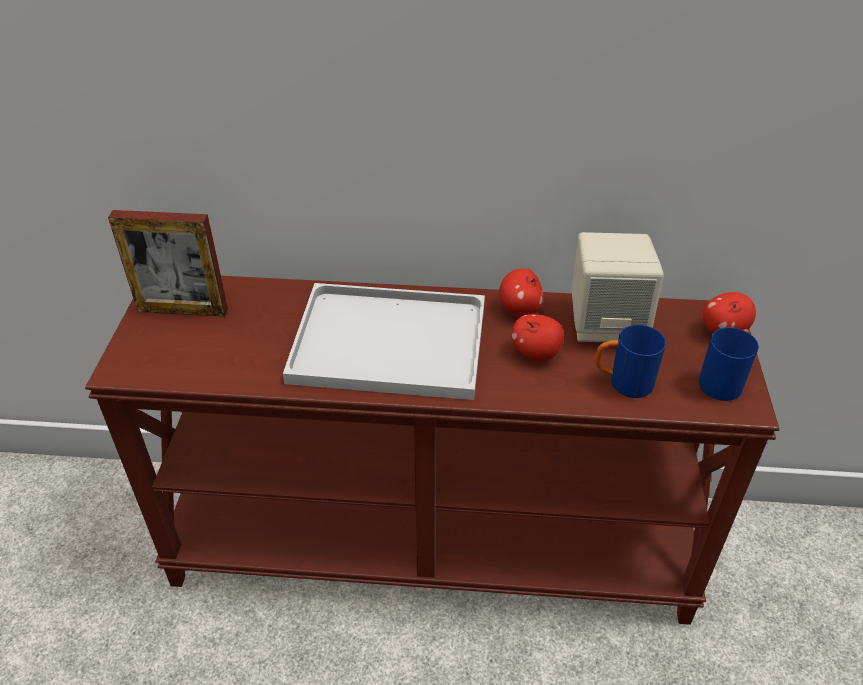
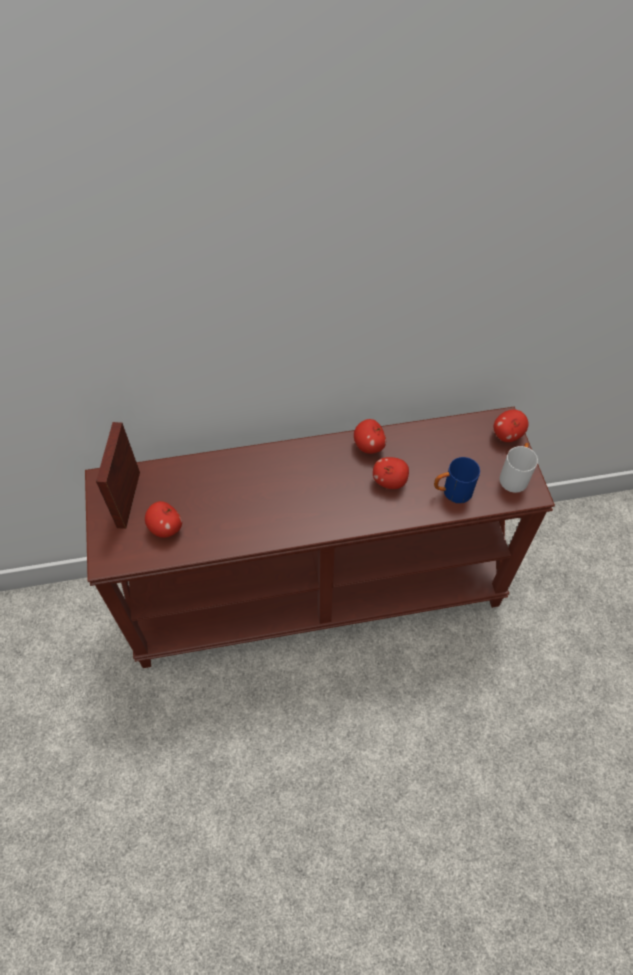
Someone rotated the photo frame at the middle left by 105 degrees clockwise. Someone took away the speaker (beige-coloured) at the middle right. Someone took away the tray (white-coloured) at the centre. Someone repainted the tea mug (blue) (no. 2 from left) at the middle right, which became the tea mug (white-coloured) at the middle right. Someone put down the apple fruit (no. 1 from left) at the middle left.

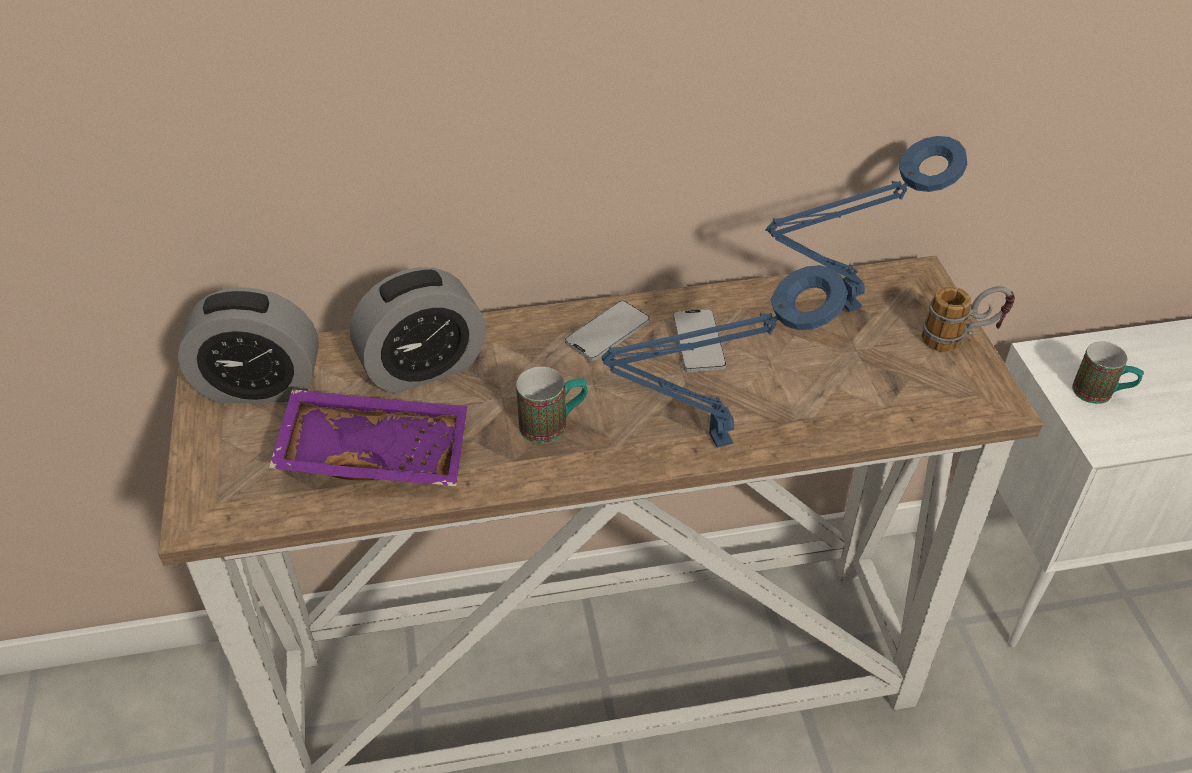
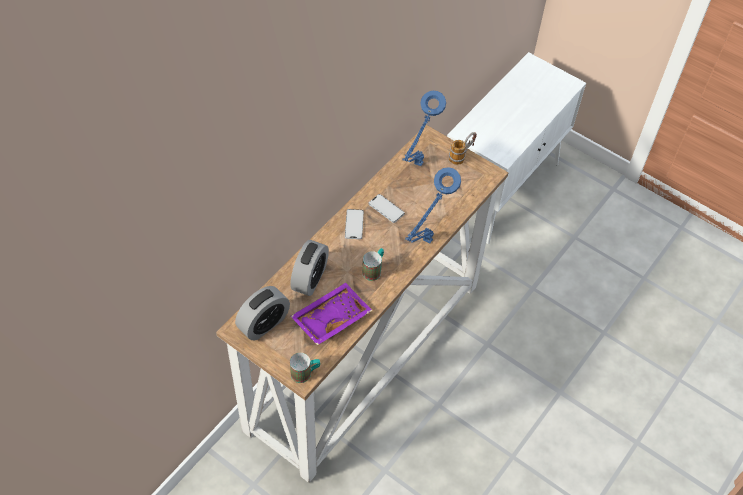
Someone carried the tea mug (no. 3 from left in the first image) from the middle right to the bottom centre.

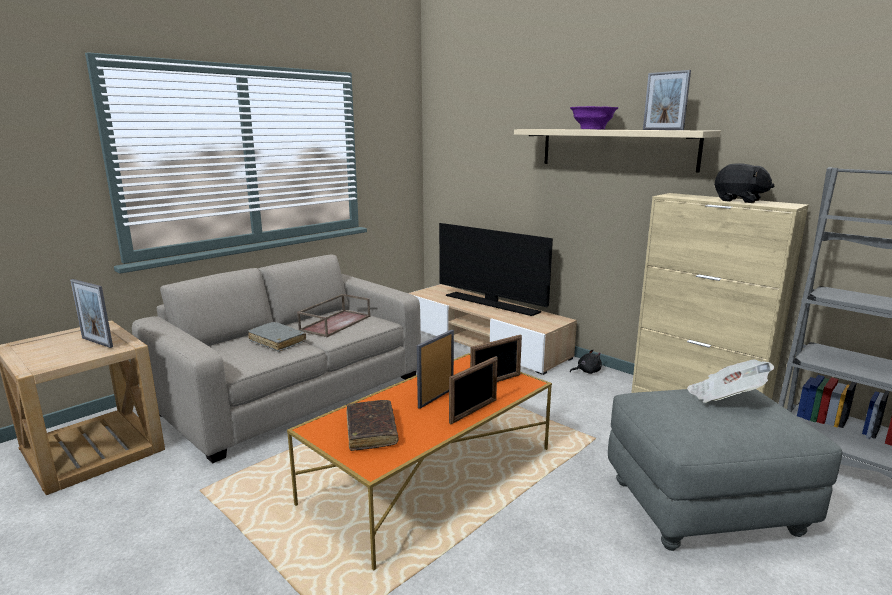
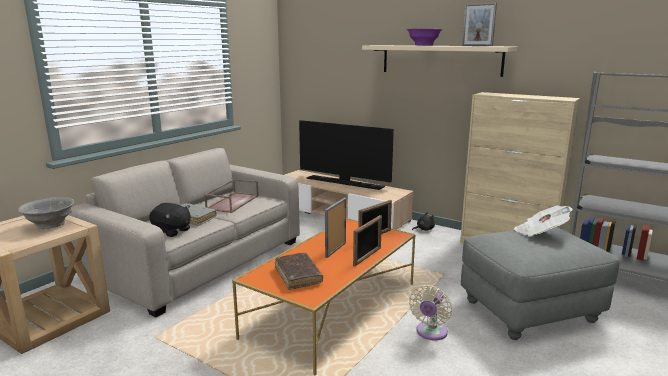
Someone carried the plush toy (blackish) (no. 2 from left in the first image) from the top right to the middle left. Someone swapped the photo frame (no. 1 from left) at the middle left for the deep dish (greyish) at the middle left. Someone put down the fan (beige-coloured) at the bottom centre.

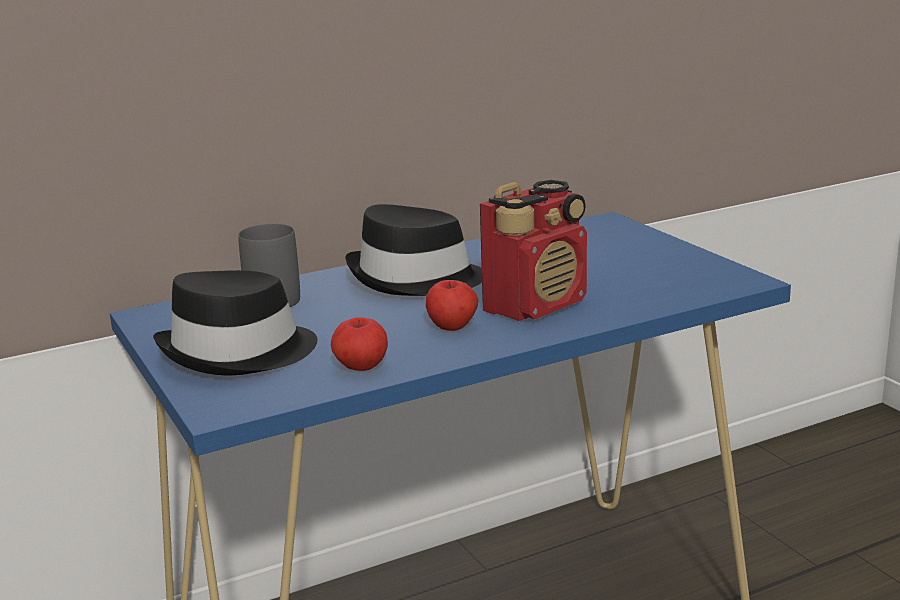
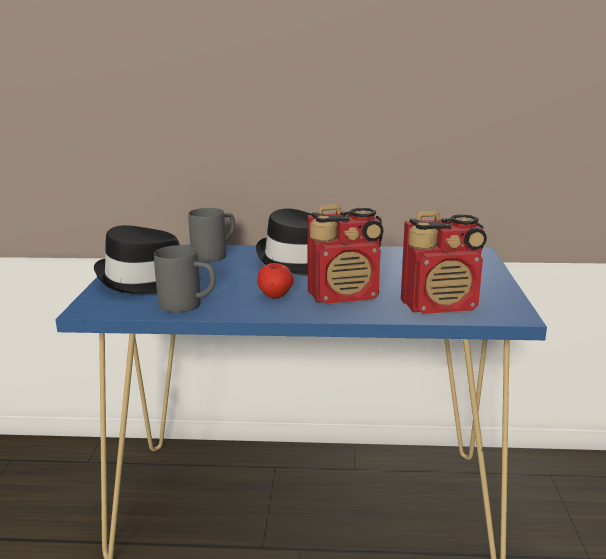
Someone swapped the apple fruit (no. 1 from left) at the centre for the tea mug (greyish) (no. 1 from left) at the middle left. Someone put down the radio set (no. 2 from left) at the middle right.

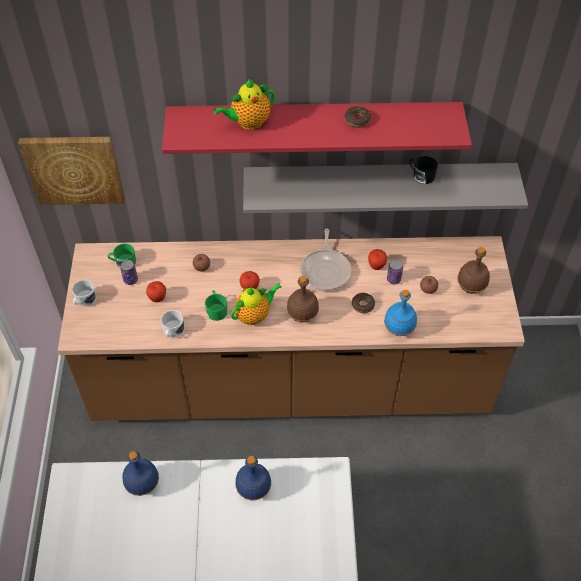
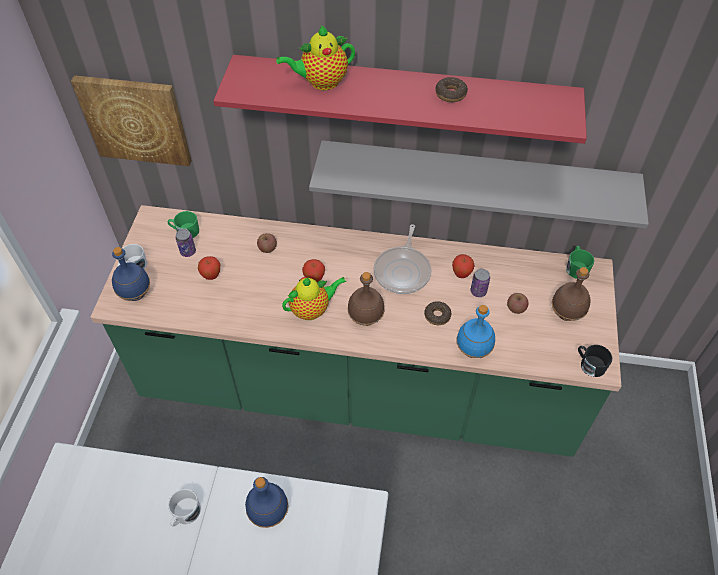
Someone carried the tea mug (blackish) from the top right to the middle right. Someone repainted the kitchen base unit (brown) at the centre, which became the kitchen base unit (green) at the centre. Someone carried the tea mug (green) (no. 2 from left) from the centre to the middle right. Someone carried the tea mug (white-coloured) (no. 2 from left) from the middle left to the bottom left. Someone carried the drink bottle (blue) (no. 1 from left) from the bottom left to the middle left.

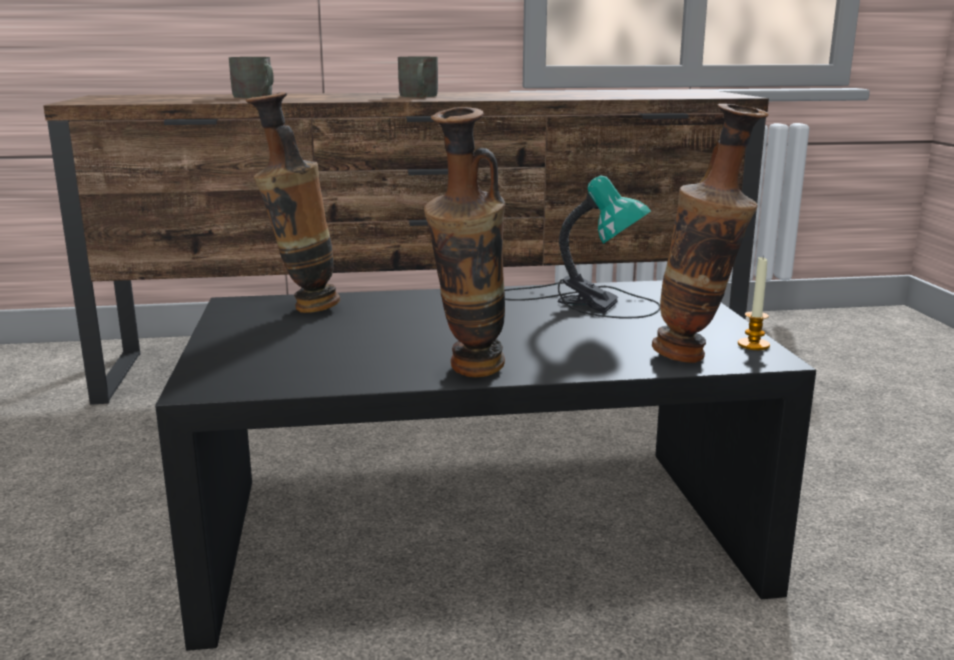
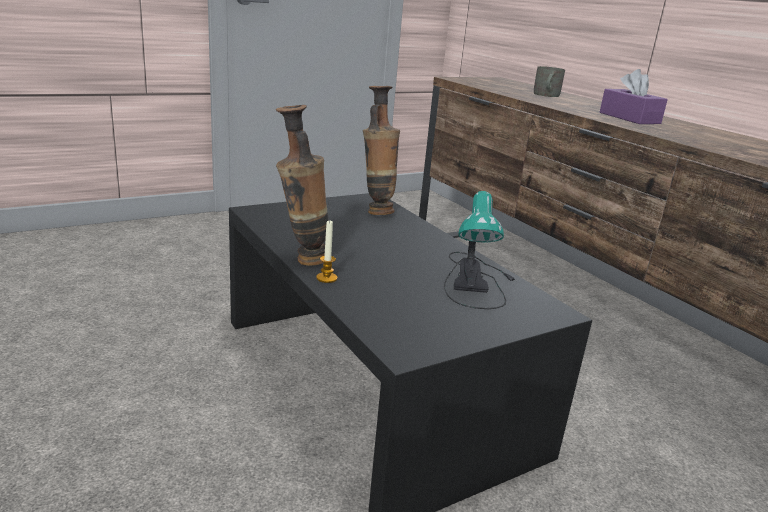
Someone swapped the tea mug (greyish) (no. 2 from left) at the top centre for the box of tissues (purple-coloured) at the top right. Someone took away the flower vase (no. 3 from left) at the middle right. Someone carried the candle from the middle right to the centre.

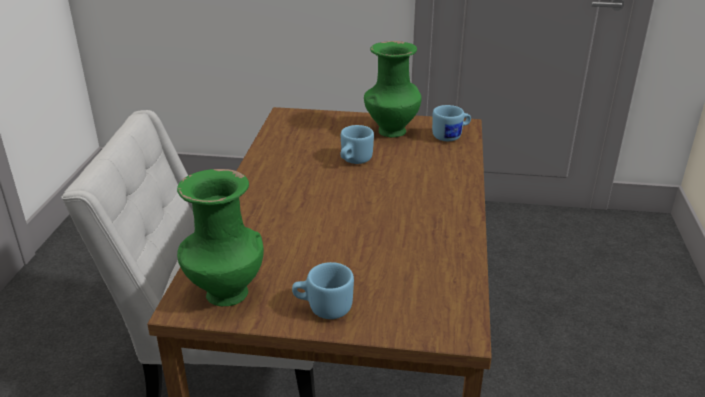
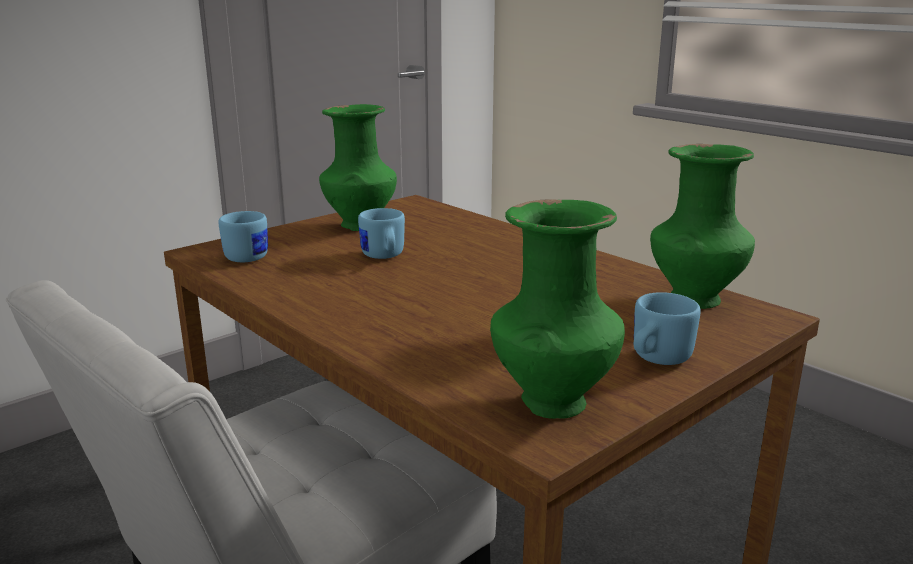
Someone carried the tea mug (blue) (no. 3 from left in the first image) from the top centre to the middle left. Someone put down the flower vase (green) (no. 3 from left) at the middle right.

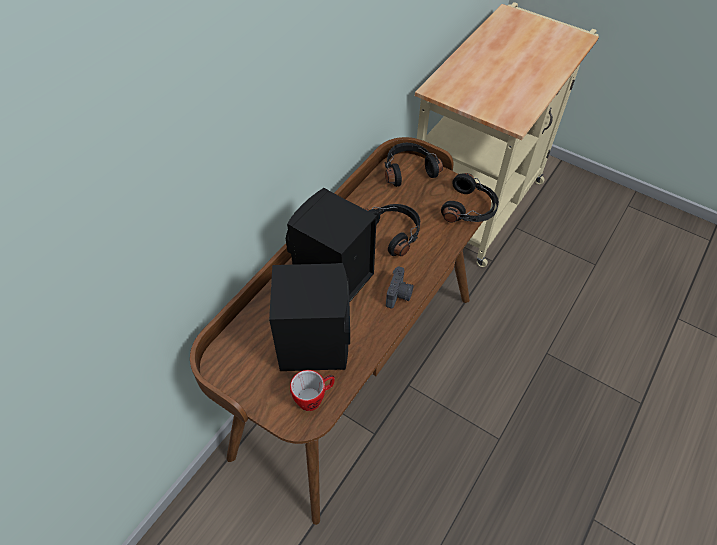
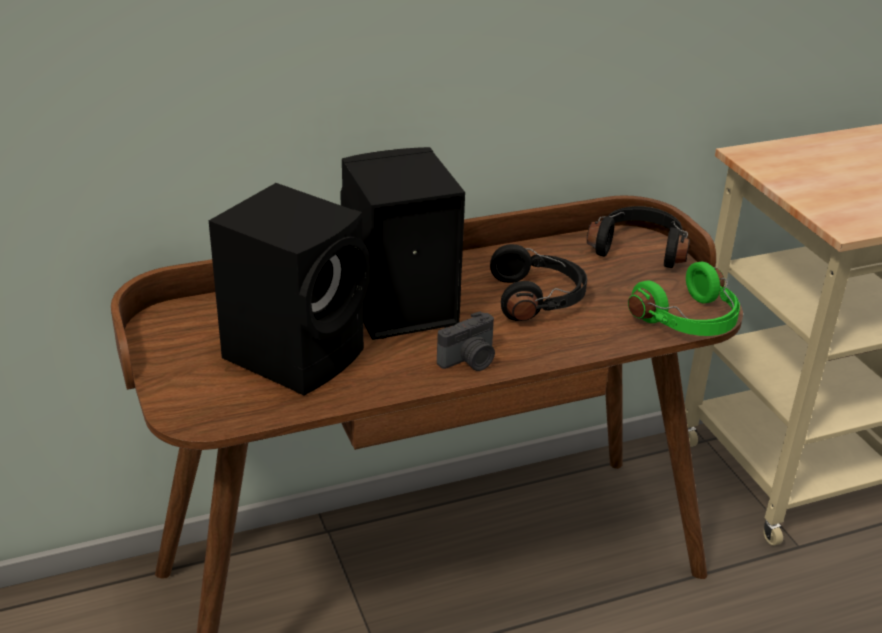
Someone repainted the headset (blackish) (no. 3 from left) at the centre, which became the headset (green) at the middle right. Someone took away the tea mug at the bottom centre.

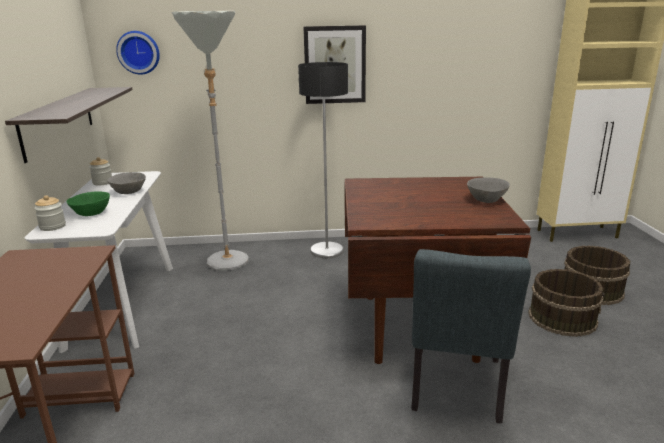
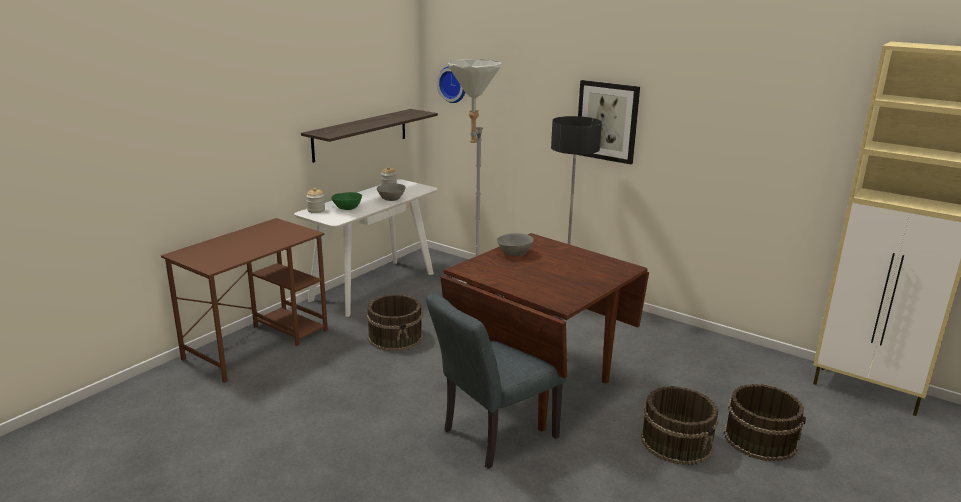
Someone carried the deep dish (greyish) (no. 2 from left) from the middle right to the centre. Someone put down the water bucket (brown) (no. 1 from left) at the centre.

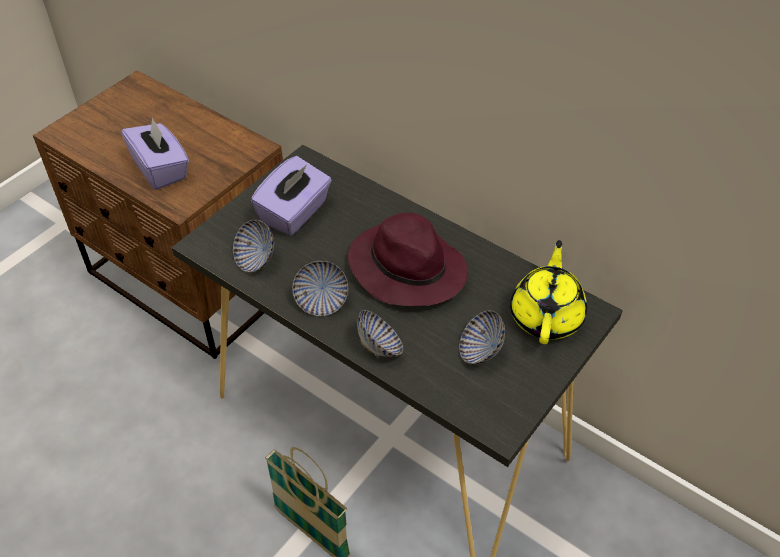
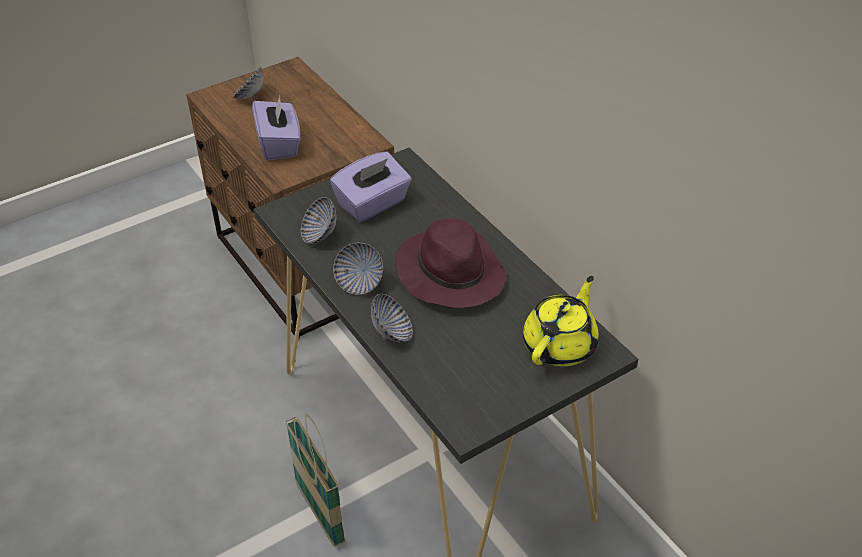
Someone carried the deep dish (no. 4 from left in the first image) from the centre to the top left.

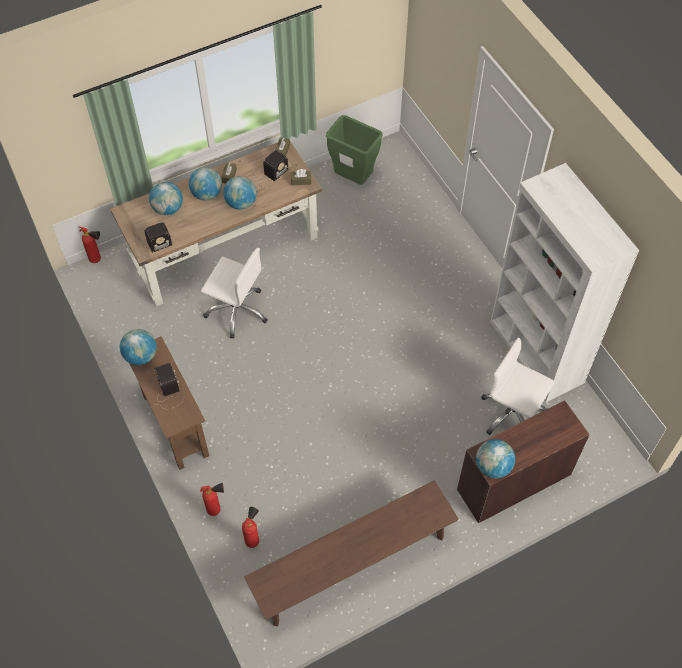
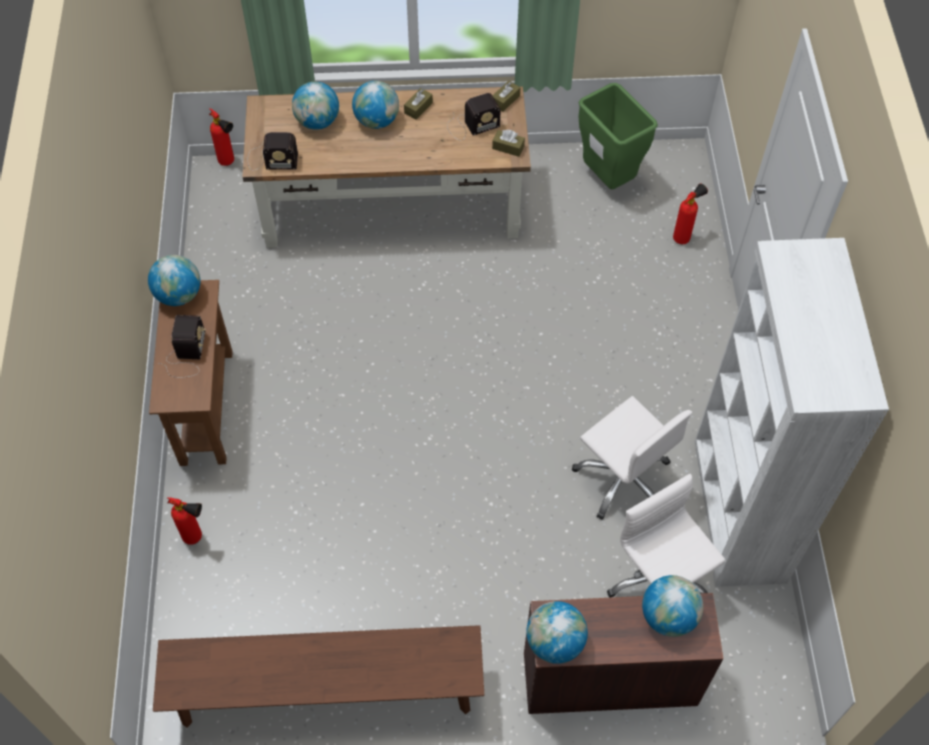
Someone carried the globe (no. 4 from left in the first image) from the top centre to the bottom right. Someone carried the office chair (white-coloured) (no. 1 from left) from the centre to the middle right. Someone carried the fire extinguisher (no. 3 from left) from the bottom centre to the top right.

